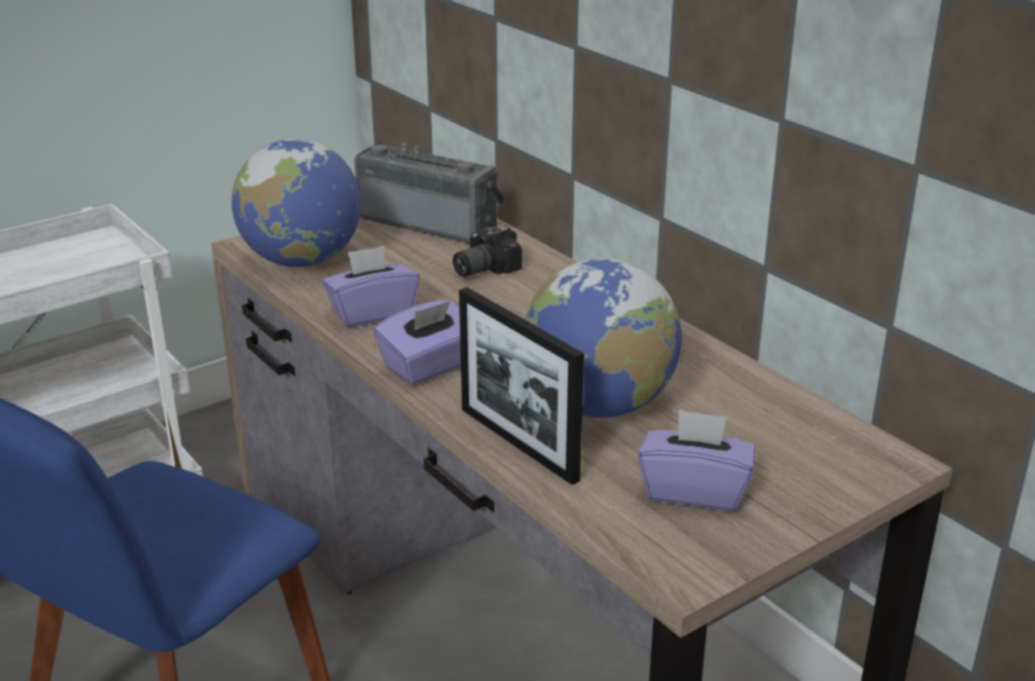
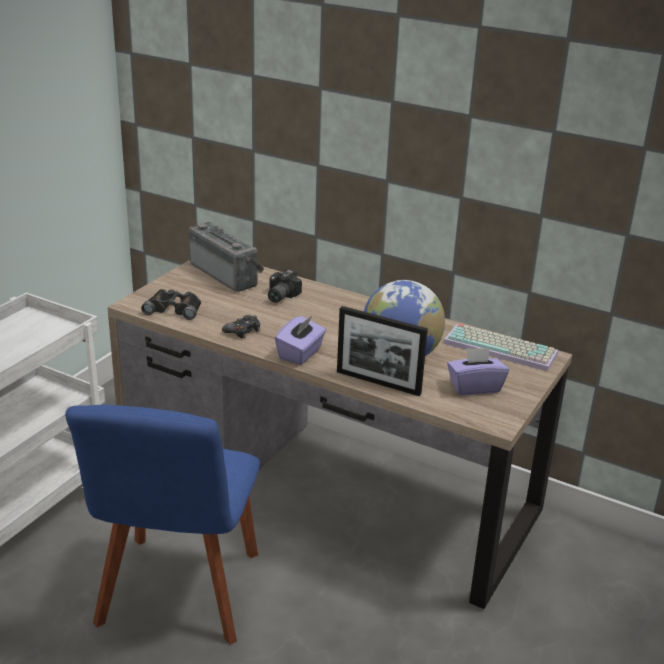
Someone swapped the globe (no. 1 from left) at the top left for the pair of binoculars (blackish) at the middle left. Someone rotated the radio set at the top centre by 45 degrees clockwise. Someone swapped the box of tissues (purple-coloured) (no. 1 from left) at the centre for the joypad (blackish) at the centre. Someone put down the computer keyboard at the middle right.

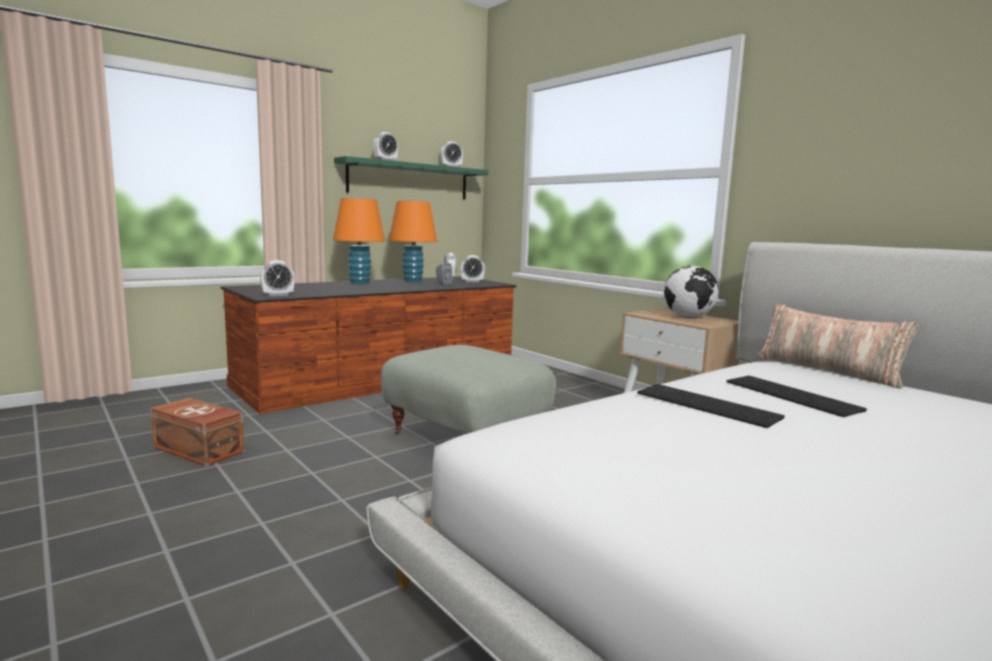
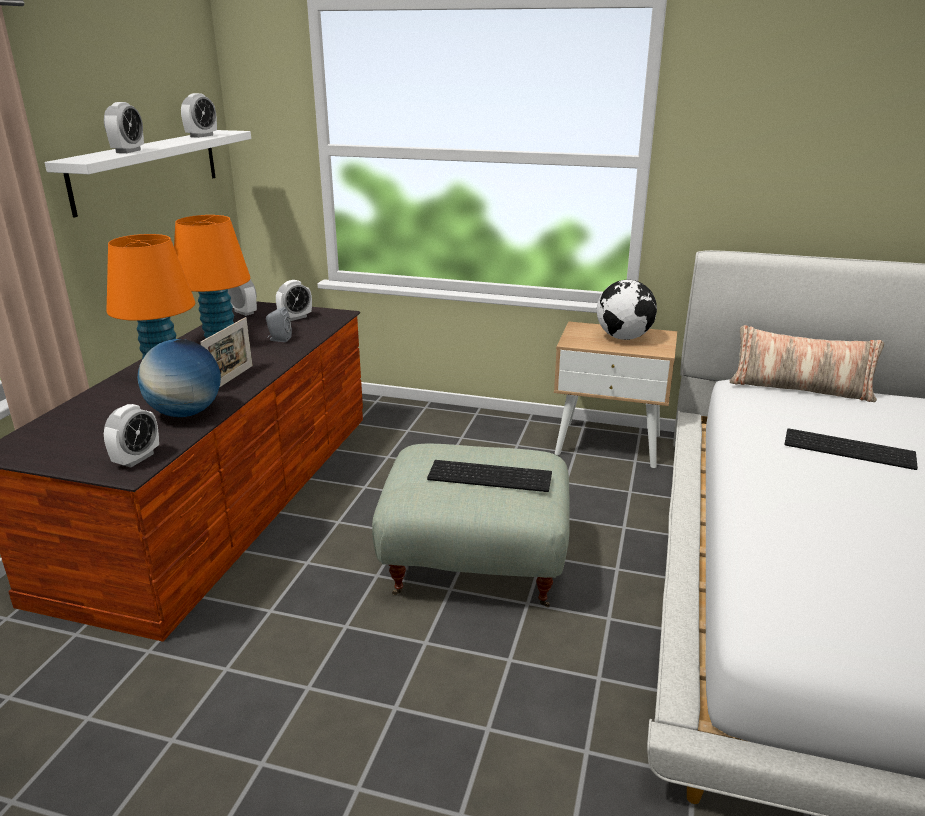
Someone repainted the shelf (green) at the top centre, which became the shelf (white-coloured) at the top left. Someone carried the computer keyboard (no. 1 from left) from the middle right to the centre. Someone took away the storage box (brown) at the middle left. Someone put down the photo frame at the middle left. Someone put down the globe (no. 1 from left) at the middle left.

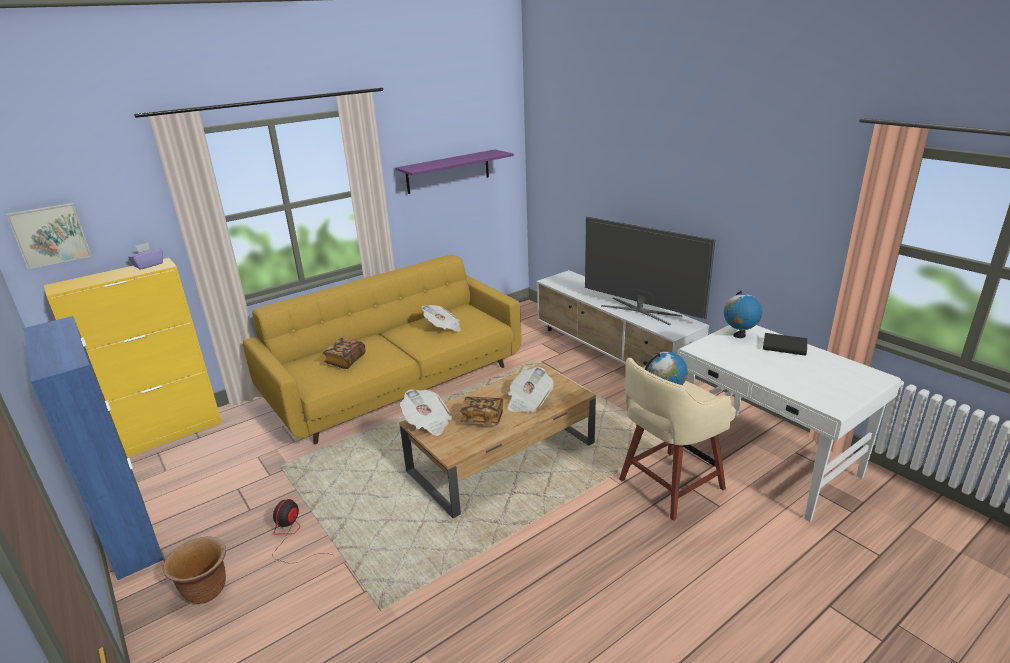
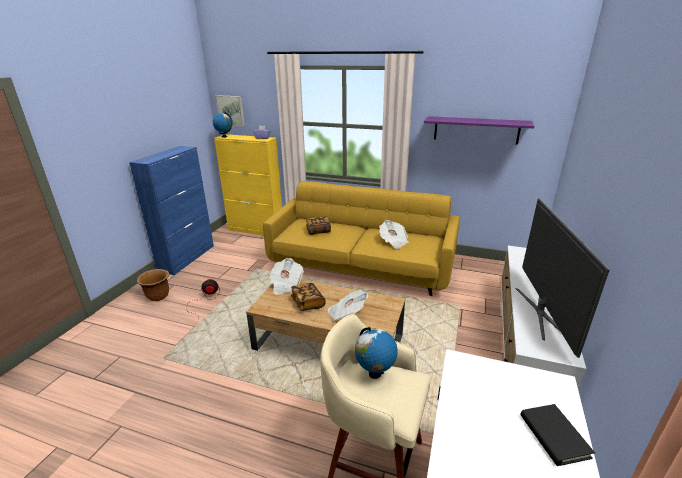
Someone carried the globe (no. 2 from left in the first image) from the middle right to the top left.

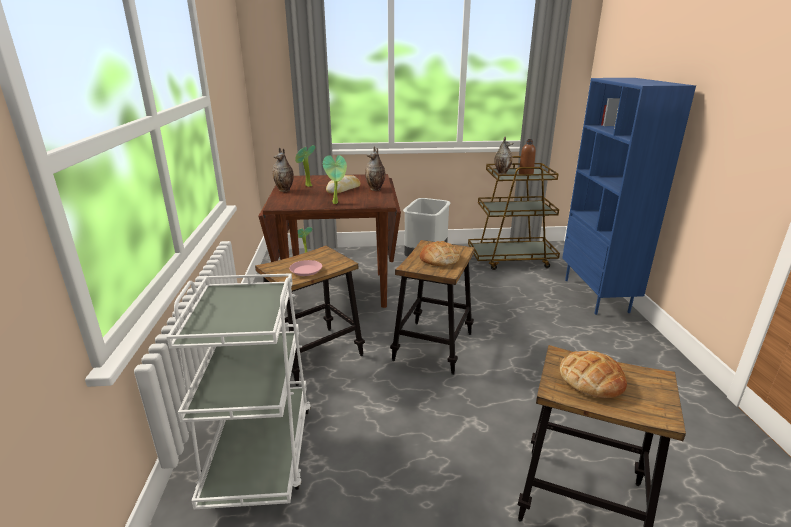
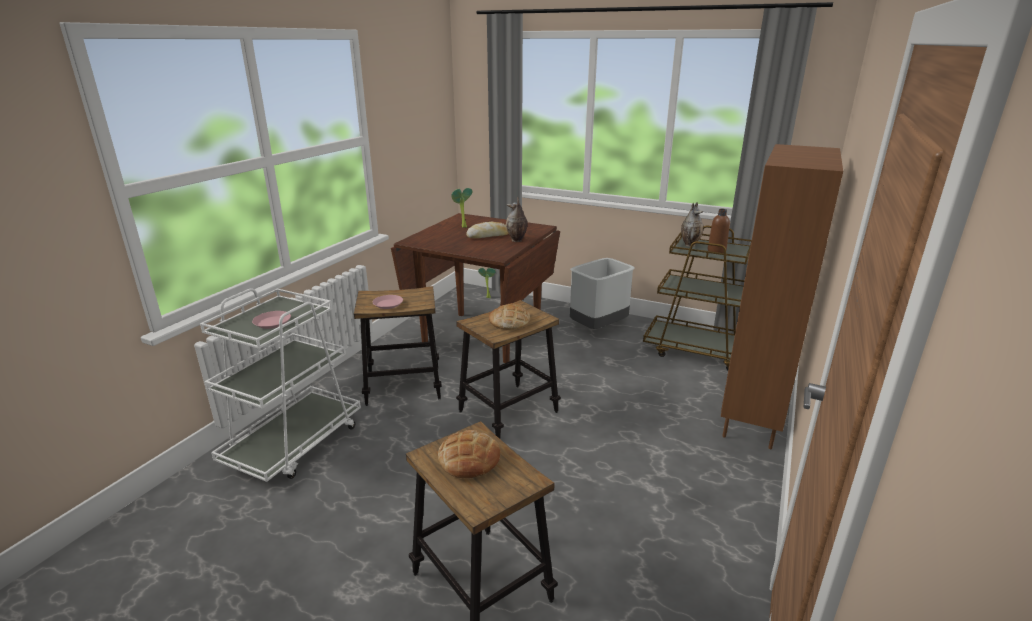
Someone repainted the bookshelf (blue) at the middle right, which became the bookshelf (brown) at the middle right. Someone took away the flower vase (no. 1 from left) at the top centre. Someone took away the potted plant (no. 3 from left) at the centre. Someone put down the flat dish (pink-coloured) (no. 1 from left) at the middle left.

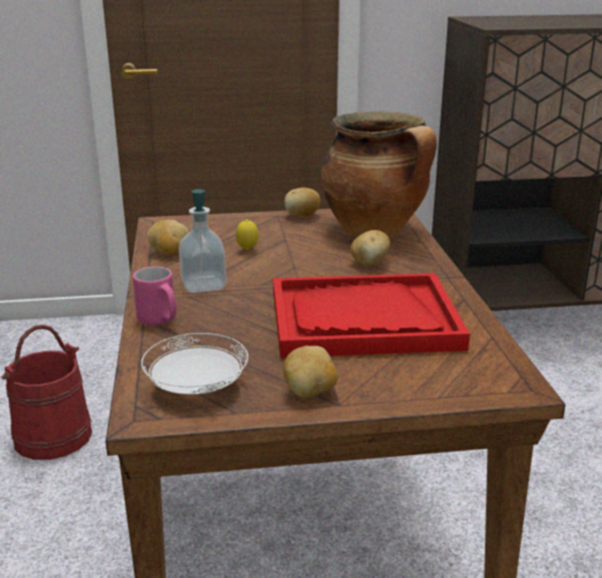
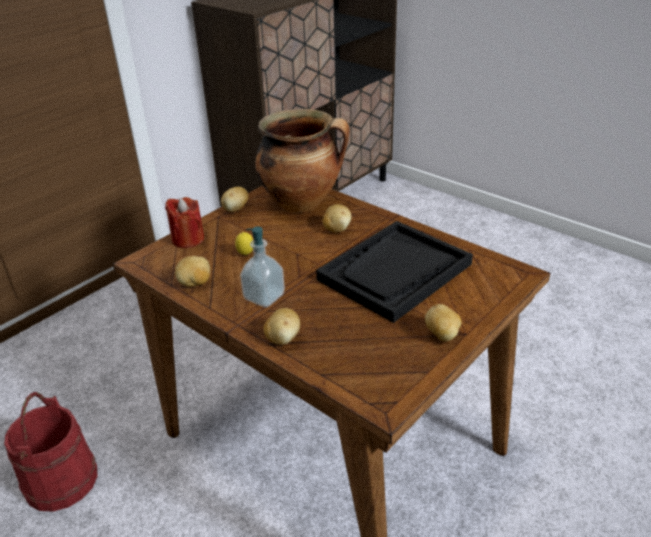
Someone swapped the tea mug (pink-coloured) at the middle left for the potato (no. 3 from left) at the centre. Someone repainted the tray (reddish) at the centre, which became the tray (blackish) at the centre. Someone took away the flat dish (white-coloured) at the middle left. Someone put down the candle (reddish) at the middle left.

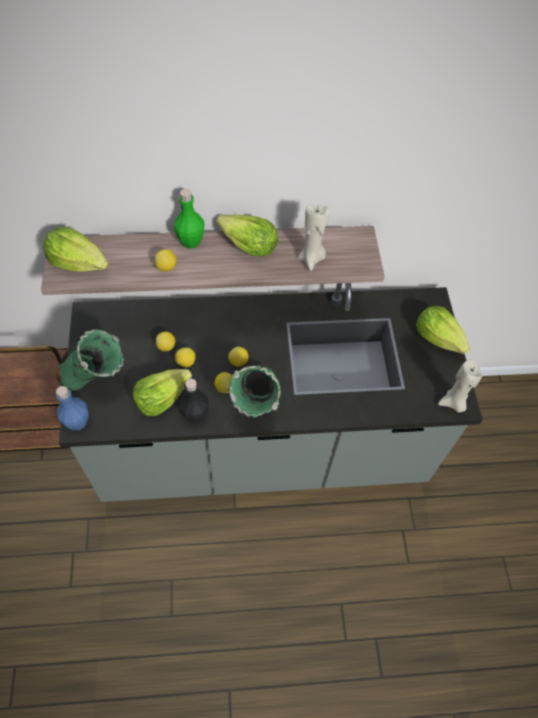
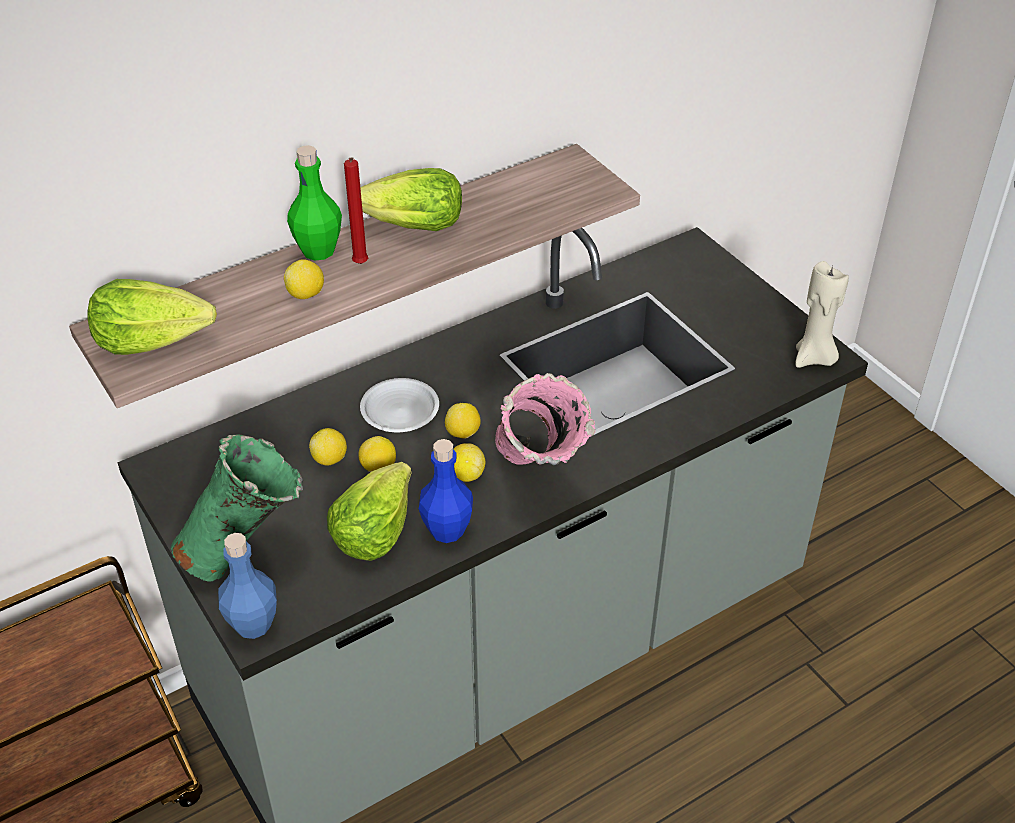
Someone took away the candle (beige-coloured) (no. 1 from left) at the top centre. Someone took away the head of lettuce (no. 4 from left) at the middle right. Someone repainted the flower vase (green) (no. 2 from left) at the centre, which became the flower vase (pink-coloured) at the centre. Someone repainted the drink bottle (blackish) at the centre, which became the drink bottle (blue) (no. 2 from left) at the centre. Someone put down the candle (reddish) at the top centre. Someone put down the flat dish (white-coloured) at the centre.

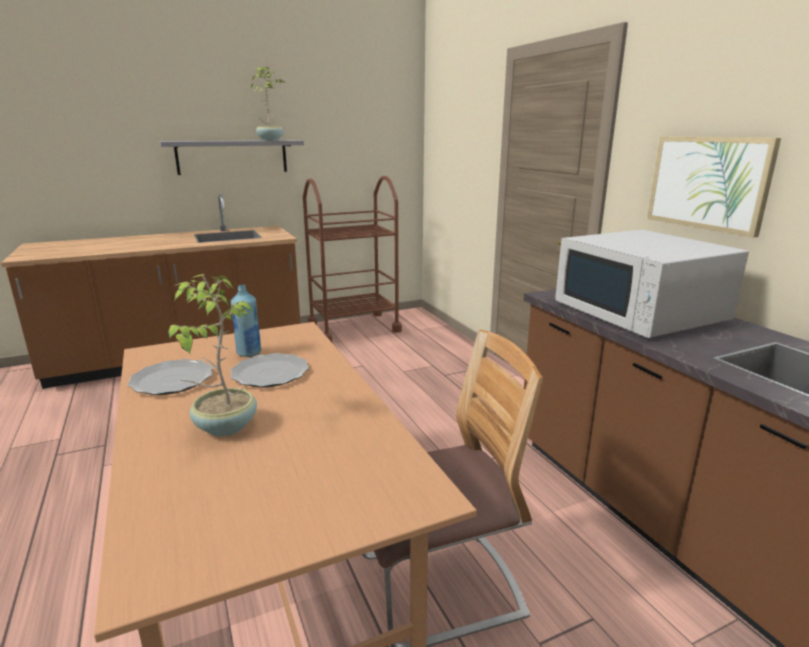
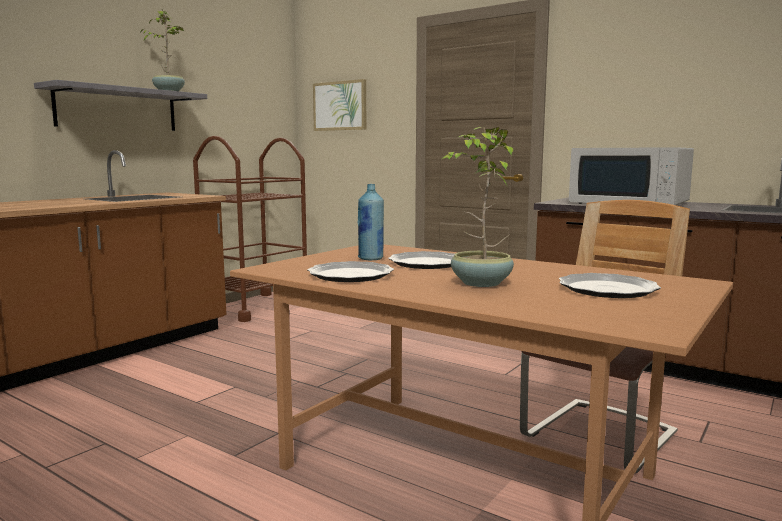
Someone carried the picture from the top right to the top centre. Someone put down the flat dish (no. 3 from left) at the middle right.

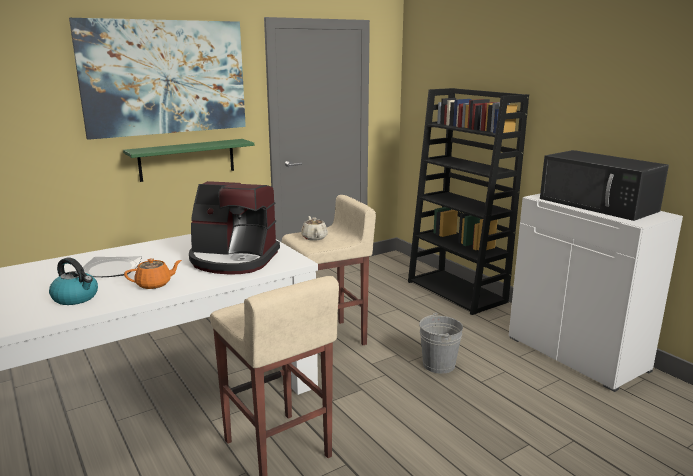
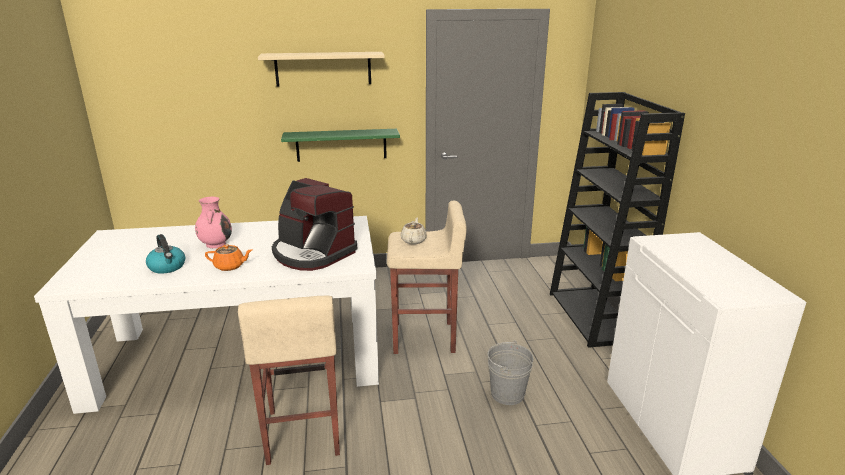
Someone swapped the picture at the top left for the shelf (beige-coloured) at the top centre. Someone took away the kitchen microwave (blackish) at the middle right. Someone swapped the flat dish at the middle left for the flower vase (pink-coloured) at the middle left.

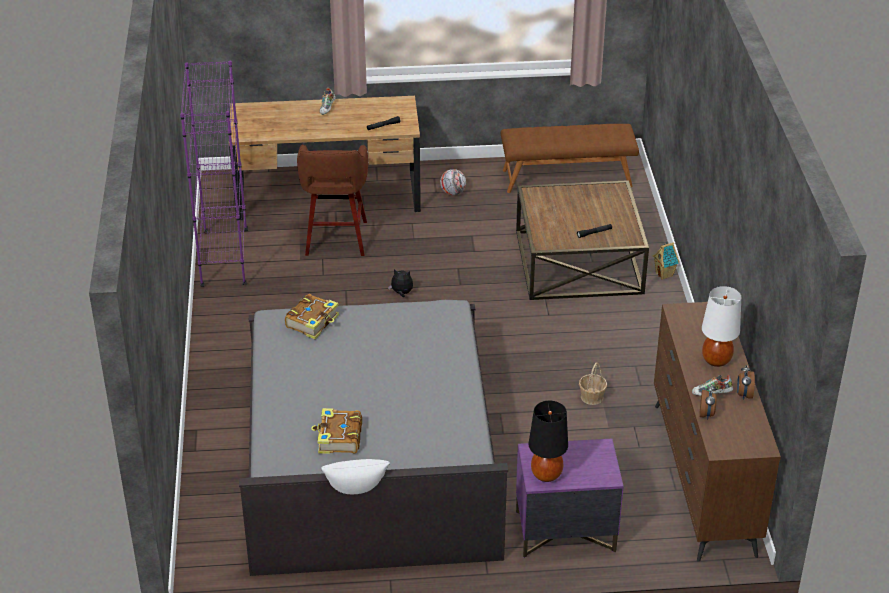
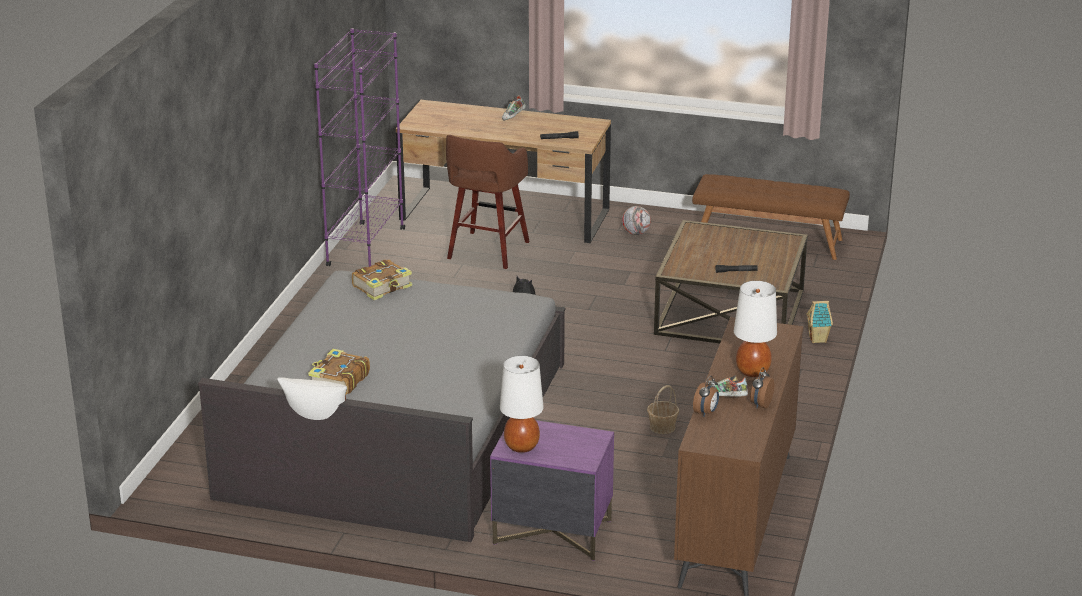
Someone repainted the table lamp (blackish) at the bottom centre, which became the table lamp (white-coloured) (no. 1 from left) at the bottom centre.

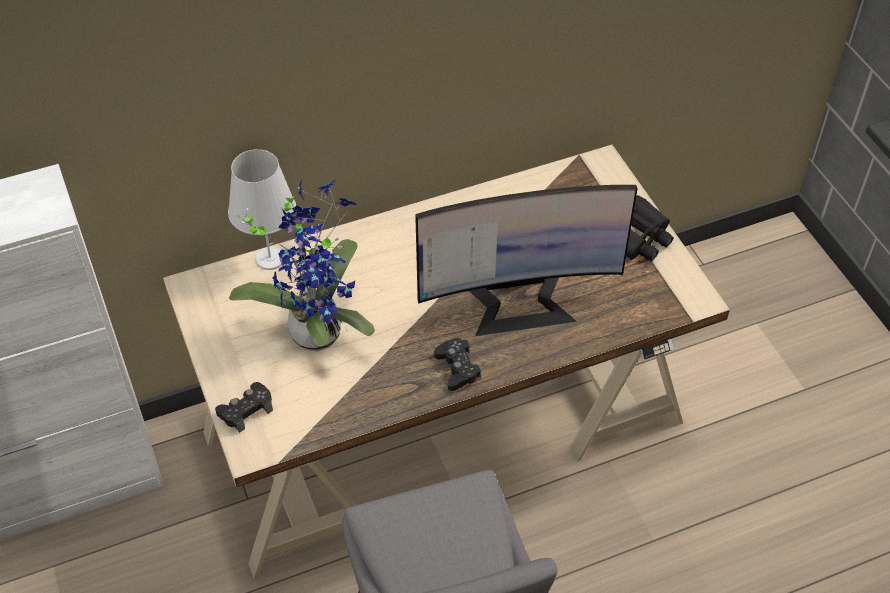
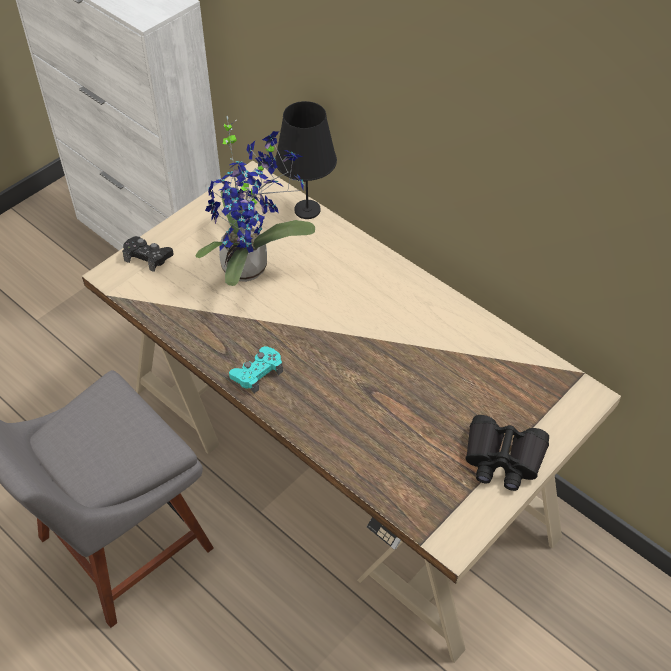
Someone repainted the table lamp (white-coloured) at the middle left, which became the table lamp (blackish) at the top centre. Someone took away the computer screen at the centre. Someone repainted the joypad (blackish) (no. 2 from left) at the centre, which became the joypad (turquoise) at the centre.

